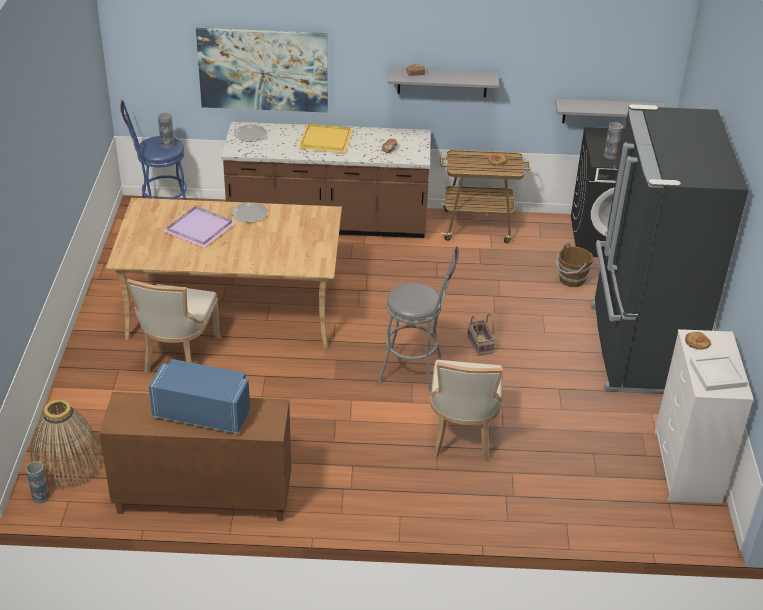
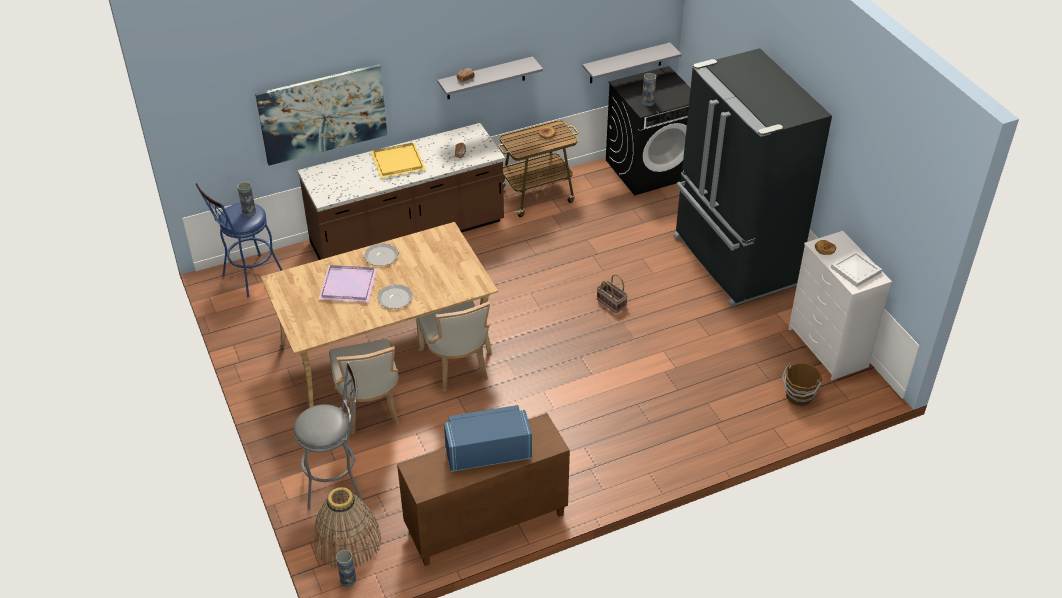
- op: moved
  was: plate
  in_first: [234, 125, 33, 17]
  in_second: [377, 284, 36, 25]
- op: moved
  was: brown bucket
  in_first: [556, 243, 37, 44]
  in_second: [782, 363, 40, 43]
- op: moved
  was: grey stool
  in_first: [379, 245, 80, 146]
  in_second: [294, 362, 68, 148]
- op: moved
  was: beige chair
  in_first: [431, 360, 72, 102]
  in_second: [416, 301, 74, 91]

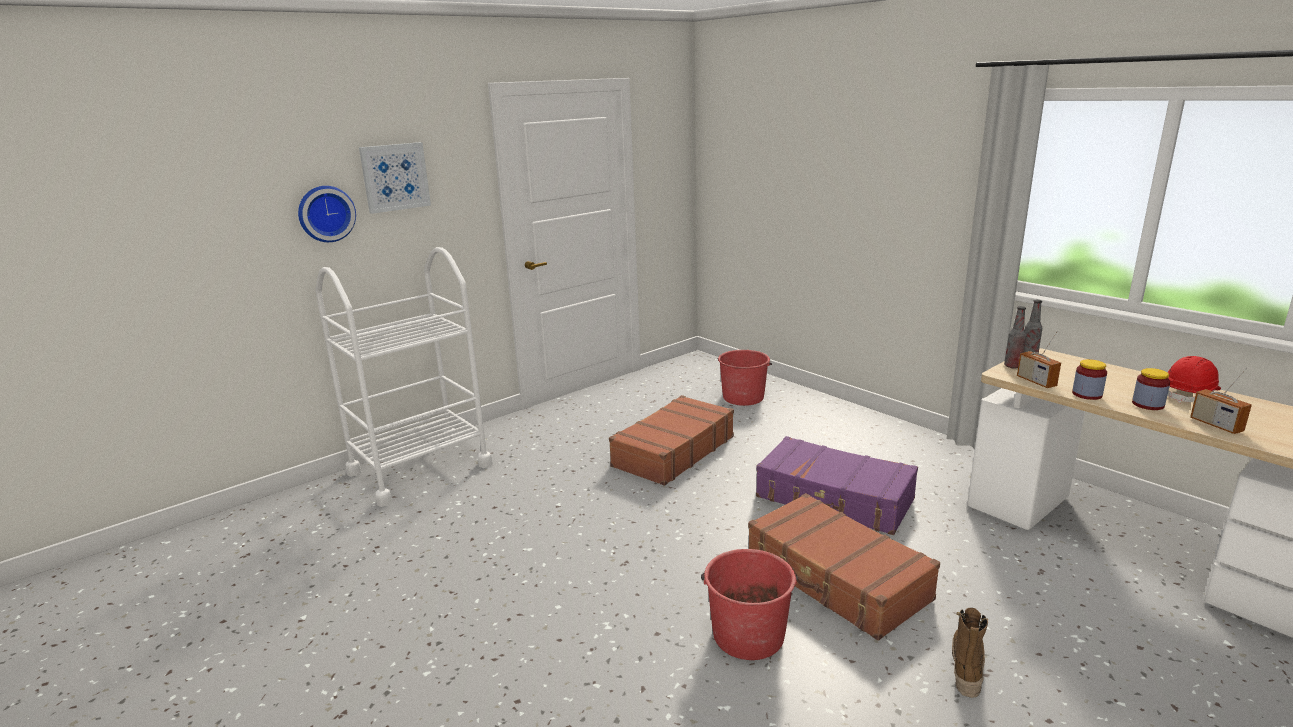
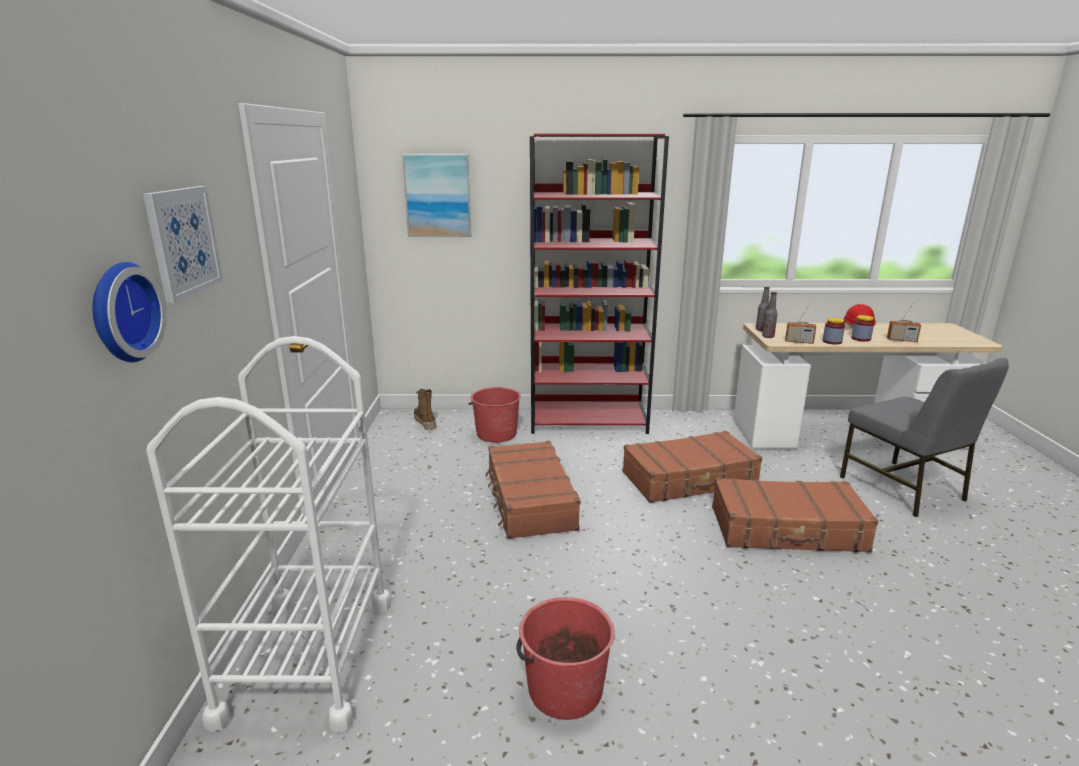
- op: recoloured
  was: purple suitcase
  now: brown suitcase
  in_first: [756, 436, 162, 99]
  in_second: [622, 431, 140, 72]
- op: moved
  was: red bucket
  in_first: [701, 549, 97, 111]
  in_second: [516, 597, 99, 123]
- op: moved
  was: boot
  in_first: [952, 608, 36, 90]
  in_second: [414, 389, 22, 41]
- op: added
  now: red bookcase
  in_second: [530, 134, 139, 300]
- op: added
  now: picture
  in_second: [402, 154, 69, 83]
- op: added
  now: grey chair
  in_second: [840, 358, 169, 159]

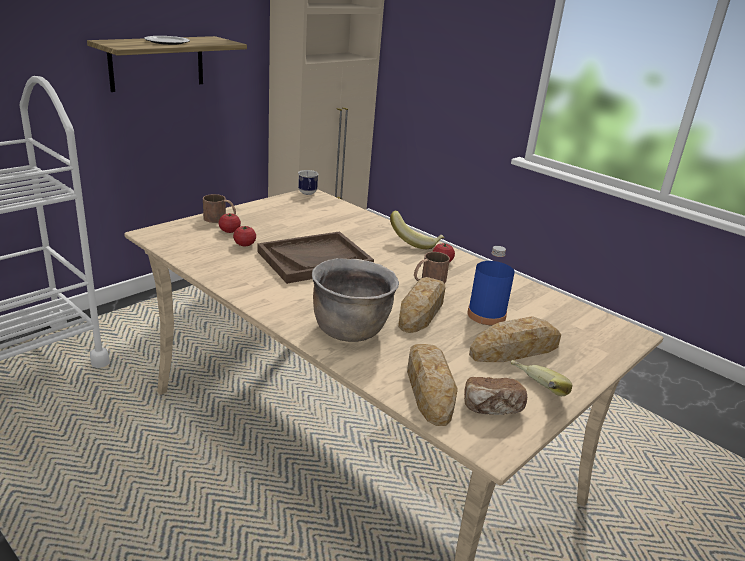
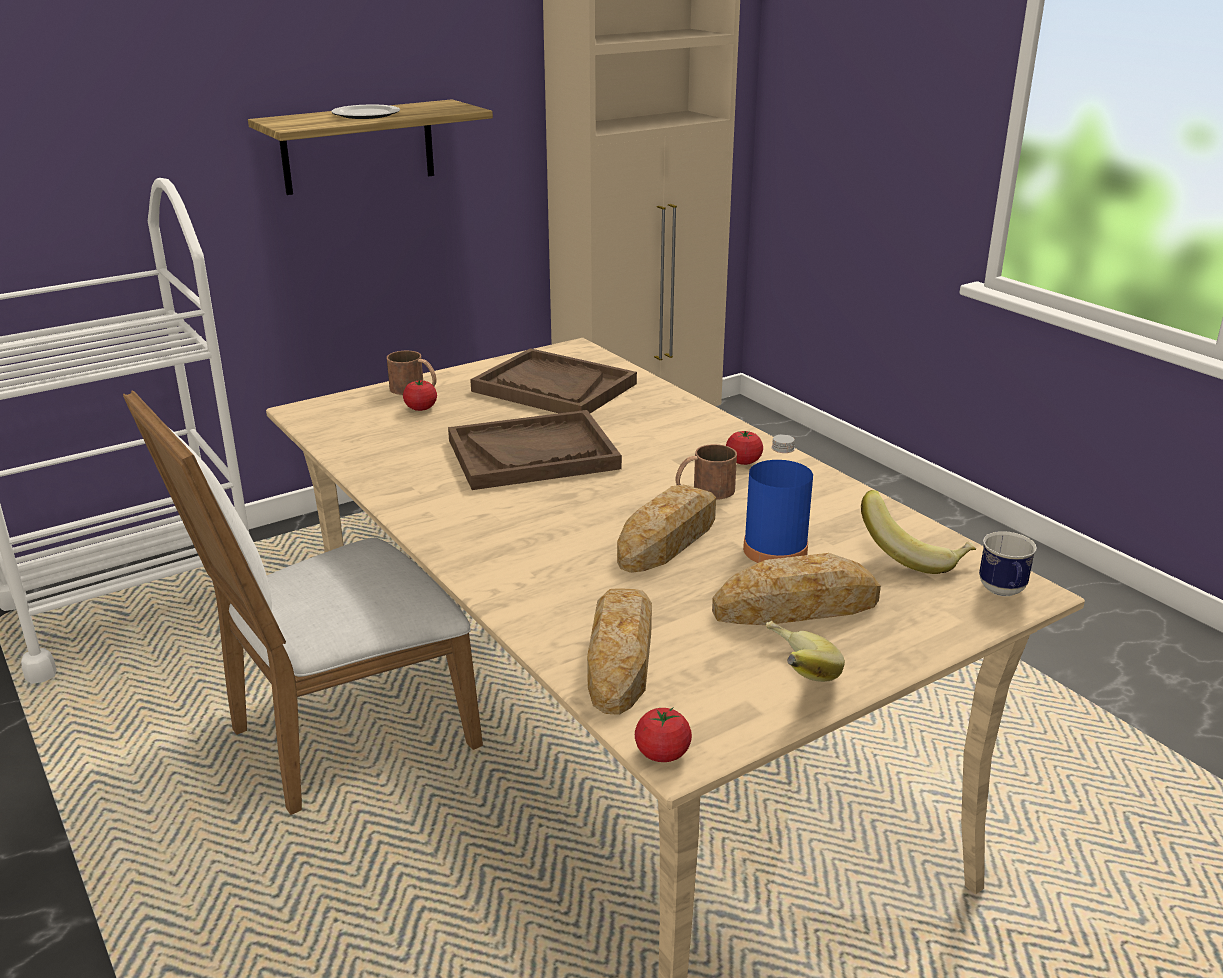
- op: moved
  was: mug
  in_first: [298, 170, 21, 25]
  in_second: [979, 531, 58, 65]
- op: moved
  was: banana
  in_first: [390, 211, 55, 38]
  in_second: [861, 490, 115, 84]
- op: moved
  was: tomato
  in_first: [233, 226, 23, 20]
  in_second: [635, 707, 57, 55]
- op: removed
  was: brown cooking pot
  in_first: [312, 258, 87, 84]
- op: removed
  was: bread
  in_first: [464, 377, 63, 38]
- op: added
  now: brown tray
  in_second: [470, 348, 167, 65]
- op: added
  now: white chair
  in_second: [123, 390, 360, 425]

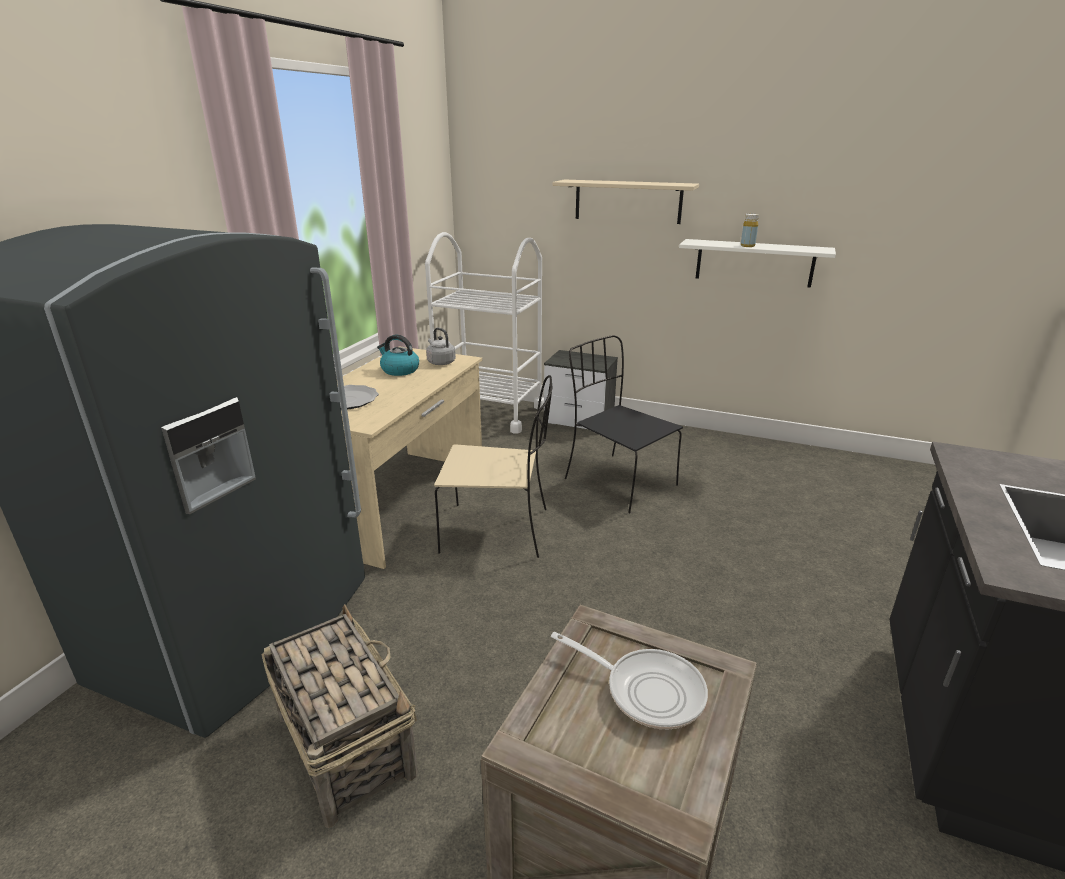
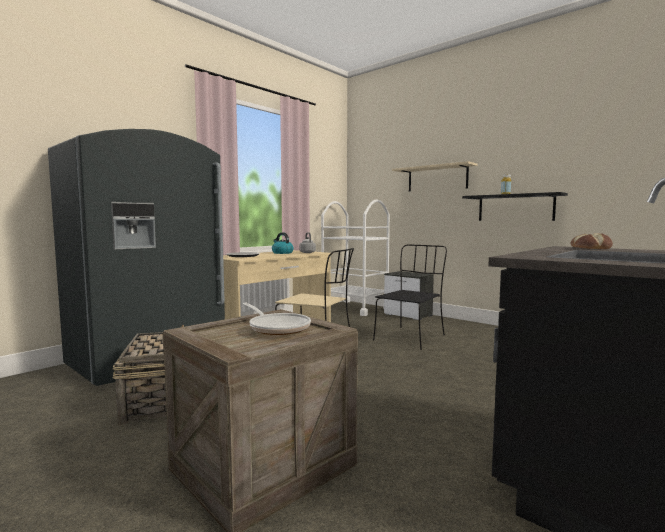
- op: recoloured
  was: white shelf
  now: black shelf
  in_first: [679, 239, 157, 49]
  in_second: [462, 192, 106, 29]
- op: turned
  was: black chair
  in_first: [565, 335, 118, 178]
  in_second: [373, 244, 74, 106]
  clockwise: 60
- op: added
  now: bread
  in_second: [571, 233, 42, 16]

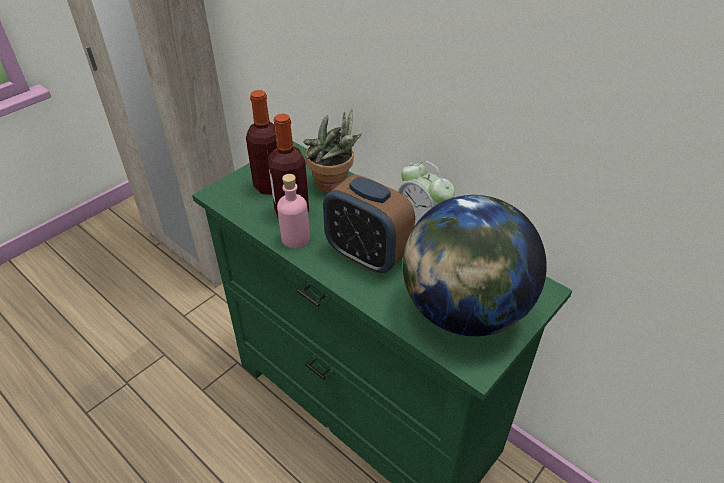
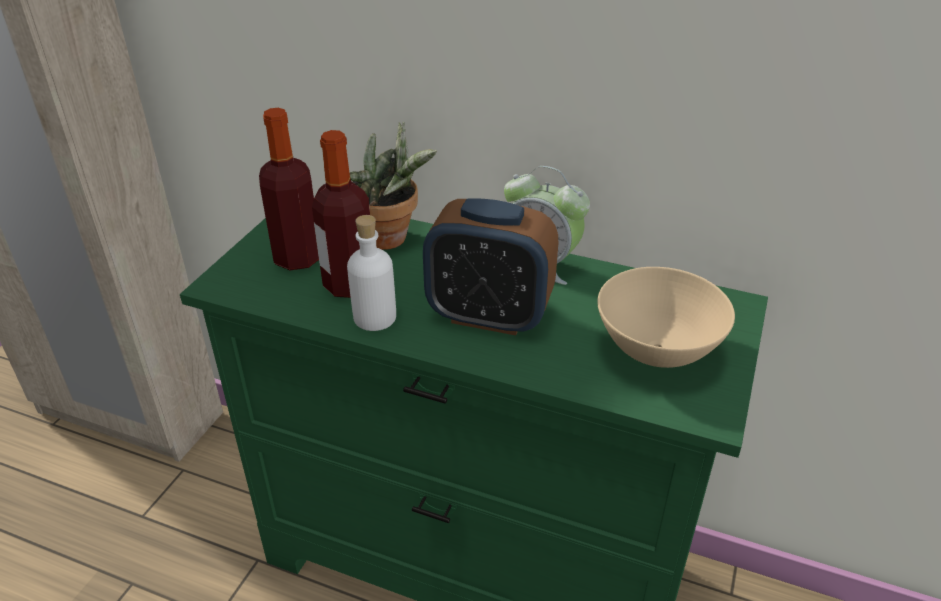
- op: recoloured
  was: pink bottle
  now: white bottle
  in_first: [277, 174, 33, 74]
  in_second: [347, 215, 49, 116]
- op: replaced
  was: globe
  now: beige bowl
  in_first: [403, 195, 144, 141]
  in_second: [597, 267, 138, 101]

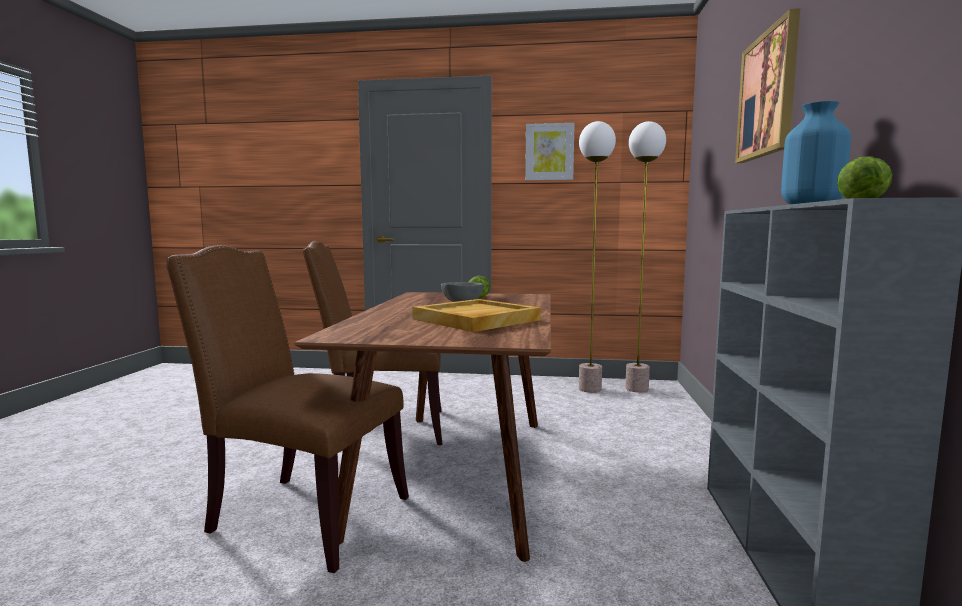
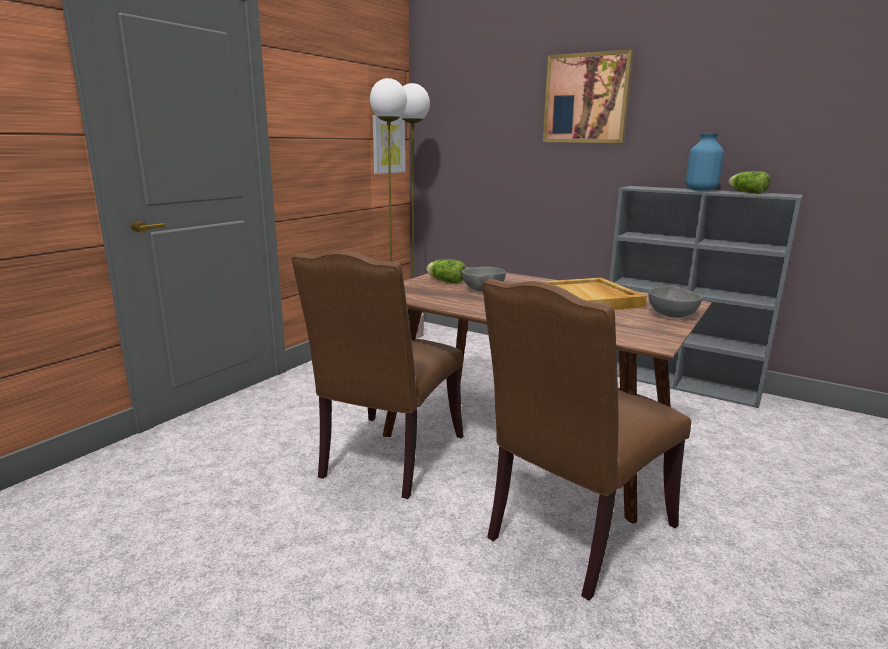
- op: moved
  was: picture
  in_first: [525, 123, 50, 57]
  in_second: [373, 115, 32, 59]
- op: added
  now: grey bowl
  in_second: [648, 286, 54, 32]

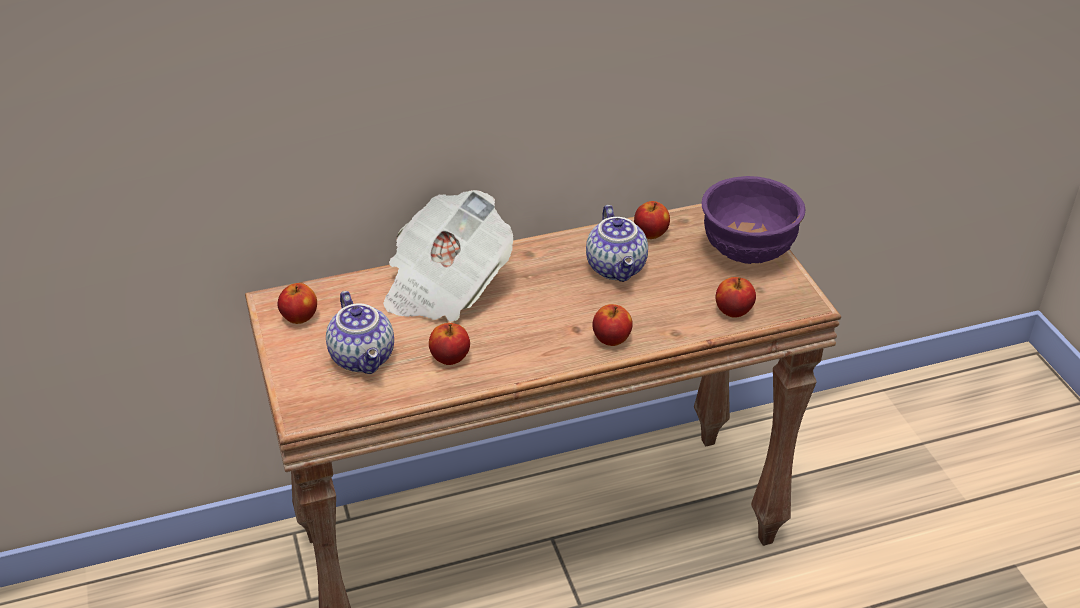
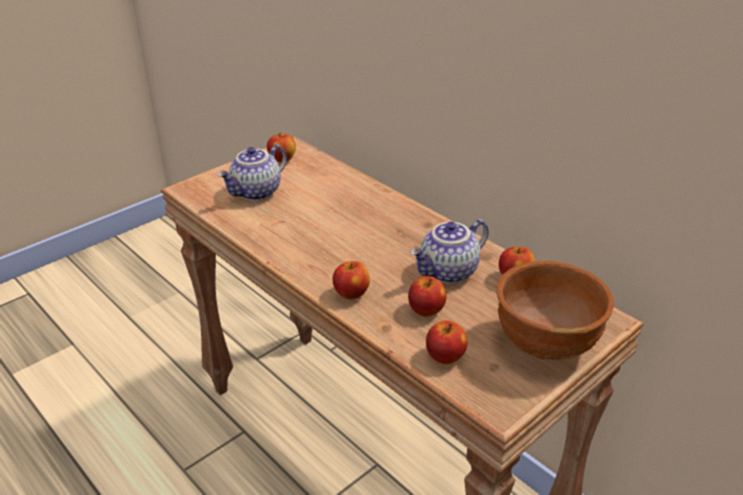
- op: recoloured
  was: purple bowl
  now: brown bowl
  in_first: [701, 176, 104, 88]
  in_second: [497, 261, 117, 99]
- op: removed
  was: newspaper
  in_first: [383, 190, 130, 132]
- op: moved
  was: apple
  in_first: [429, 323, 41, 42]
  in_second: [408, 276, 39, 41]

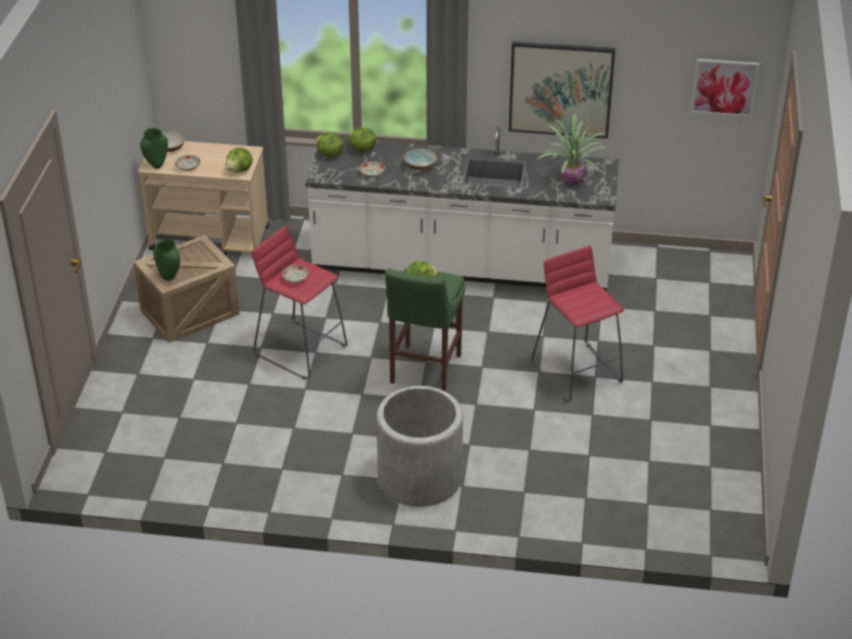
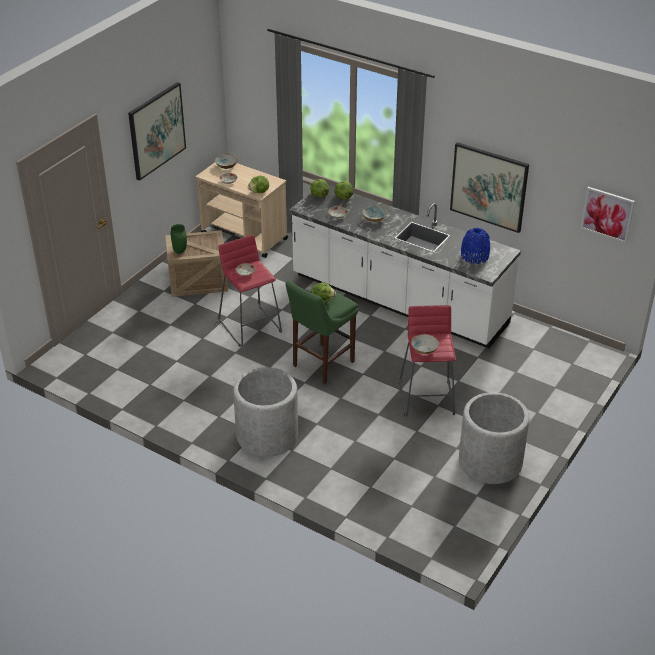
- op: replaced
  was: potted plant
  now: blue vase
  in_first: [537, 114, 69, 71]
  in_second: [461, 228, 29, 36]
- op: removed
  was: green vase
  in_first: [140, 128, 28, 41]
- op: added
  now: picture
  in_second: [128, 82, 58, 99]
- op: added
  now: bowl
  in_second: [411, 334, 28, 20]
- op: added
  now: grey planter
  in_second: [459, 392, 70, 92]

